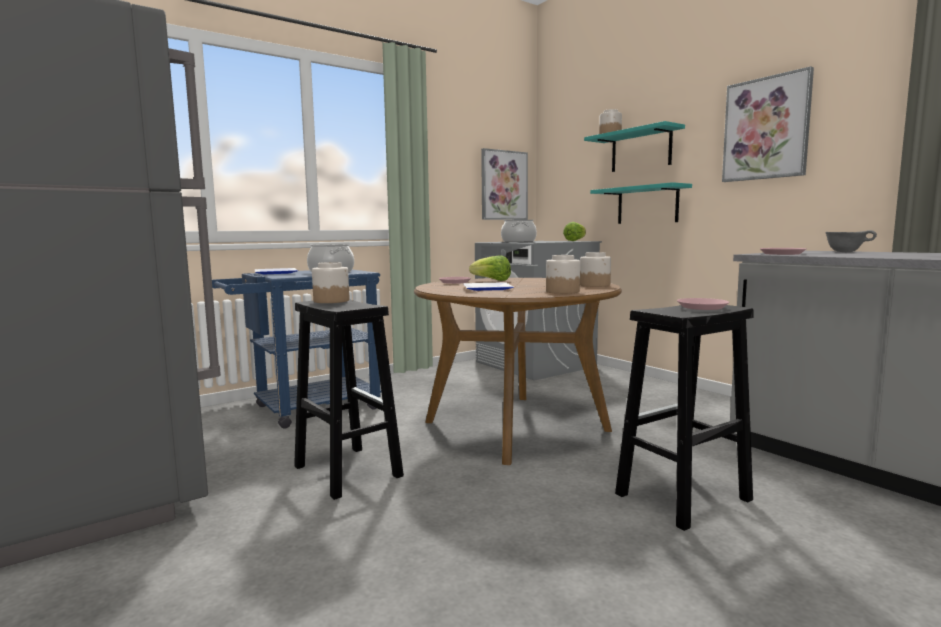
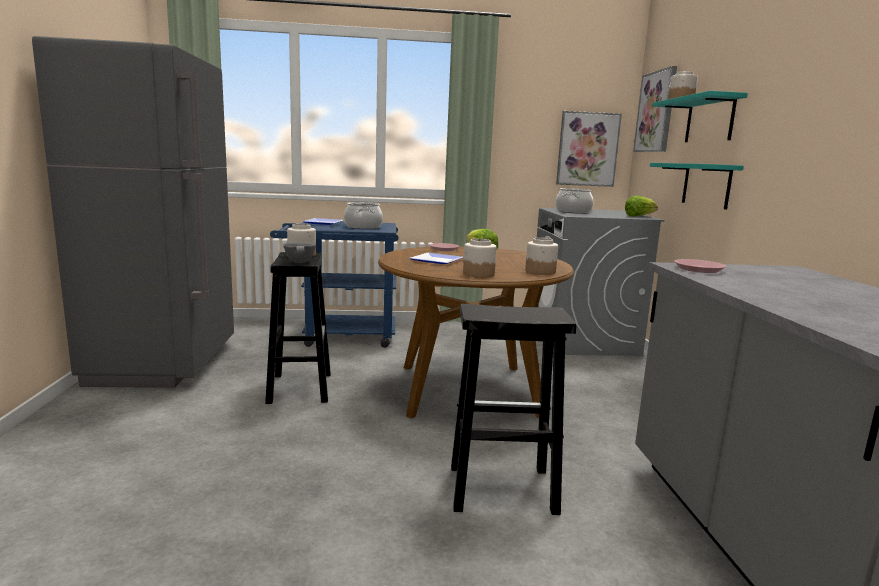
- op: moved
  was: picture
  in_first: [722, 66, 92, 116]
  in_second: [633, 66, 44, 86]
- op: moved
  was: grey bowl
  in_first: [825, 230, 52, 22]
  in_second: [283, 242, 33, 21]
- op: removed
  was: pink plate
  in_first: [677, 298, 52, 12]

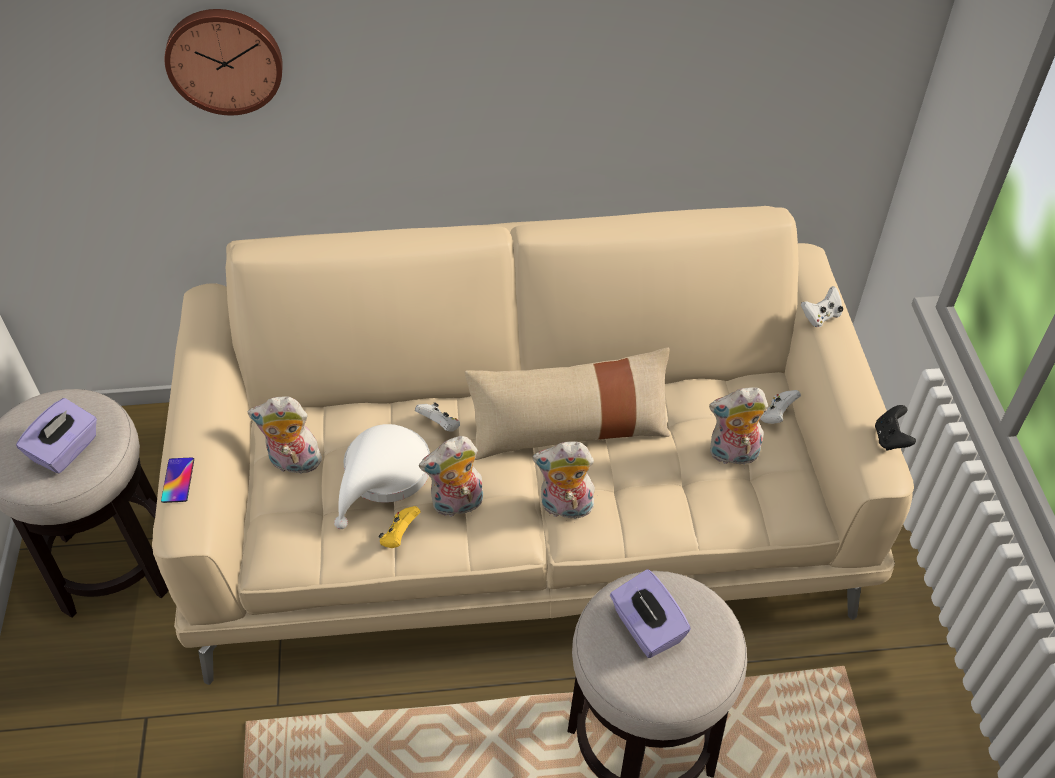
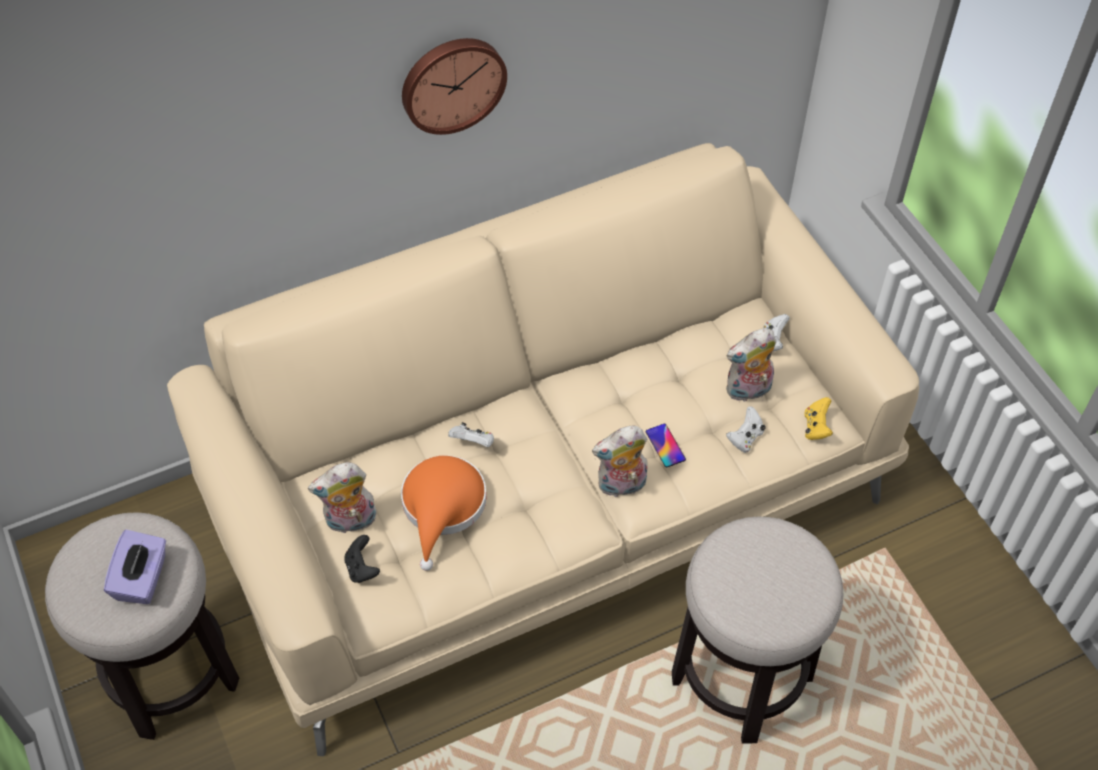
- op: moved
  was: wall clock
  in_first: [165, 9, 118, 106]
  in_second: [402, 38, 105, 97]
- op: moved
  was: white game controller
  in_first: [801, 286, 42, 41]
  in_second: [726, 406, 40, 47]
- op: removed
  was: beige pillow
  in_first: [465, 348, 205, 112]
- op: moved
  was: black game controller
  in_first: [875, 405, 41, 45]
  in_second: [345, 535, 35, 48]
- op: recoloured
  was: white hat
  now: orange hat
  in_first: [334, 424, 96, 105]
  in_second: [401, 455, 86, 116]
- op: removed
  was: plush toy
  in_first: [419, 436, 64, 81]
- op: moved
  was: phone
  in_first: [161, 458, 33, 45]
  in_second: [646, 424, 40, 44]
- op: moved
  was: yellow game controller
  in_first: [379, 506, 41, 42]
  in_second: [804, 397, 29, 43]
- op: removed
  was: purple tissue box
  in_first: [610, 569, 81, 89]

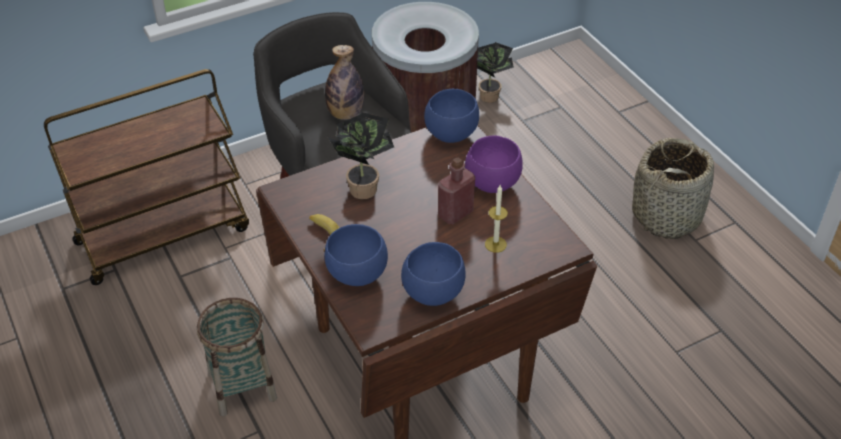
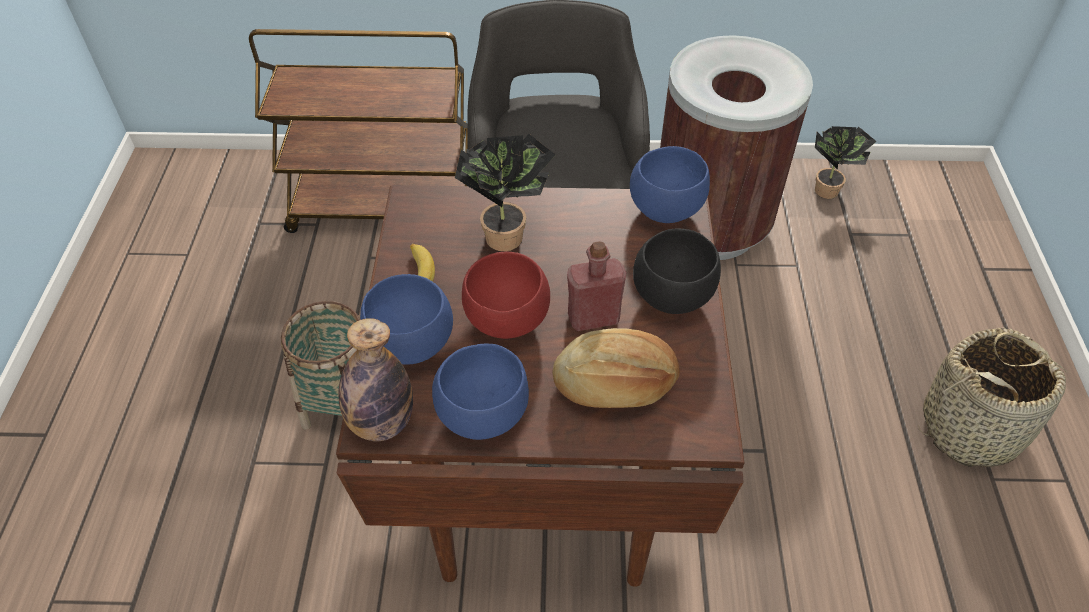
- op: moved
  was: bottle
  in_first: [325, 45, 39, 75]
  in_second: [339, 318, 74, 123]
- op: recoloured
  was: purple bowl
  now: black bowl
  in_first: [465, 135, 58, 58]
  in_second: [633, 228, 88, 86]
- op: replaced
  was: candle
  now: bread
  in_first: [485, 185, 23, 68]
  in_second: [552, 328, 128, 80]
- op: added
  now: red bowl
  in_second: [462, 252, 88, 87]

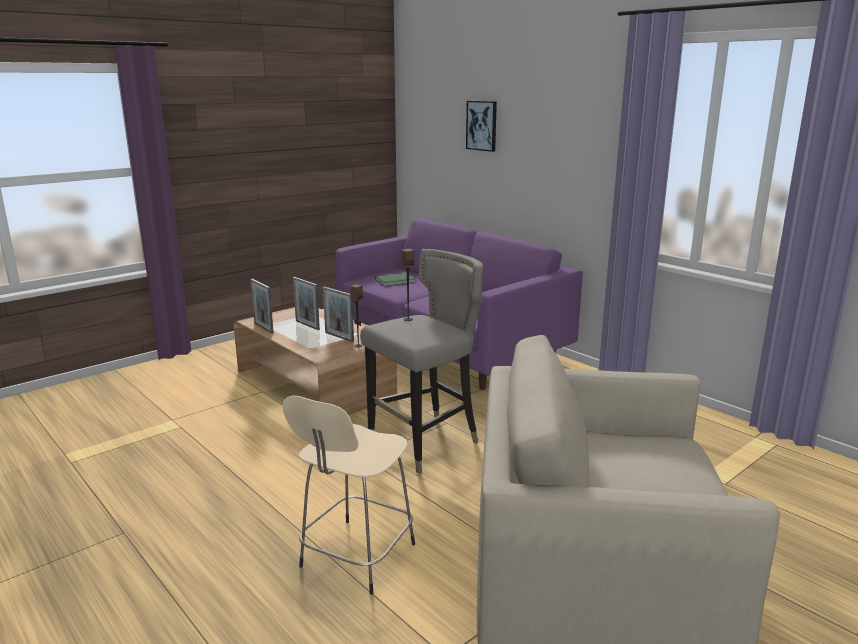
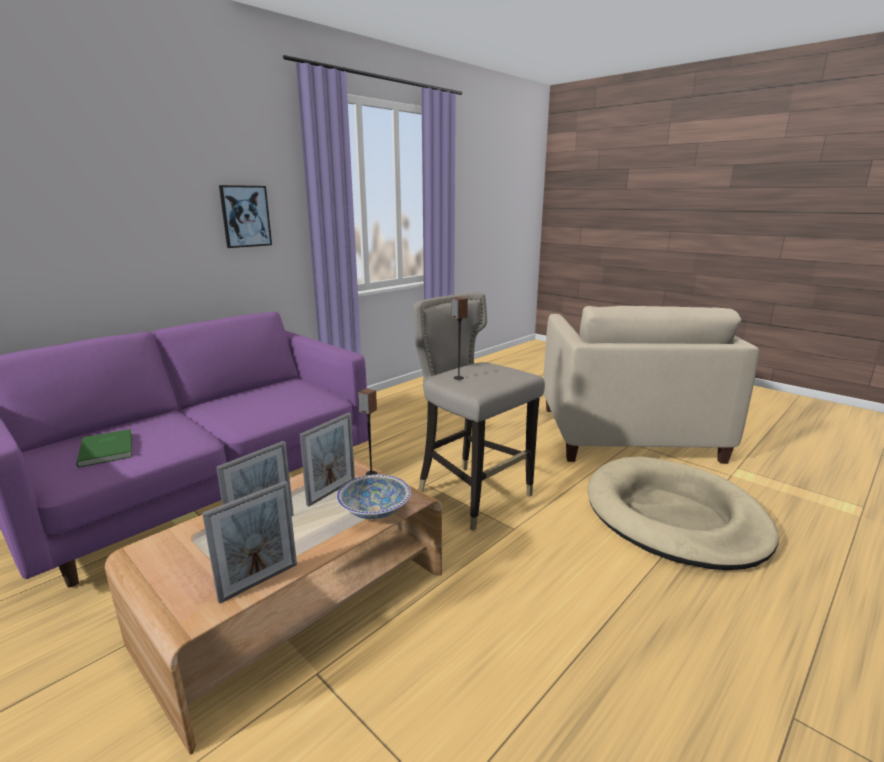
- op: moved
  was: picture
  in_first: [466, 101, 31, 51]
  in_second: [219, 185, 53, 63]
- op: replaced
  was: beige stool
  now: beige dog bed
  in_first: [282, 396, 133, 199]
  in_second: [588, 456, 191, 114]
- op: added
  now: bowl
  in_second: [337, 474, 74, 45]

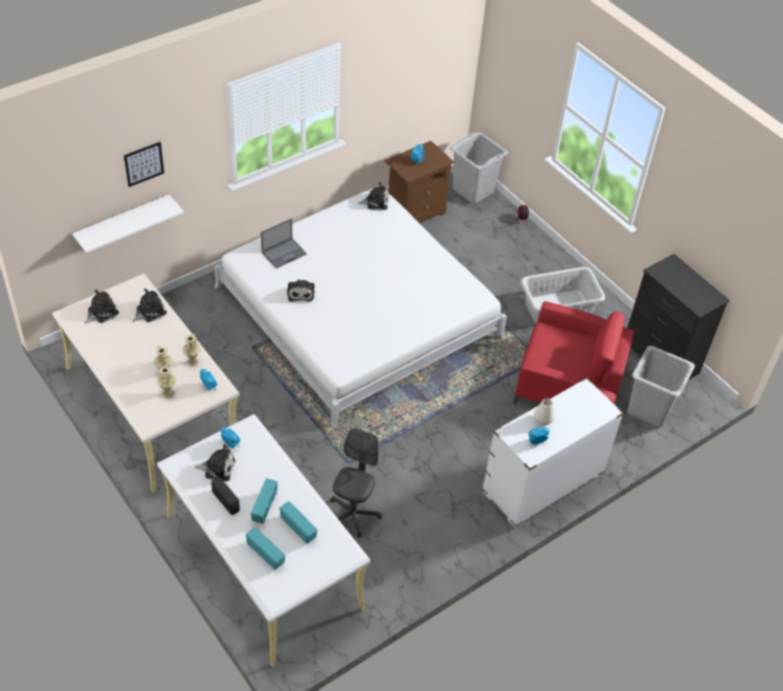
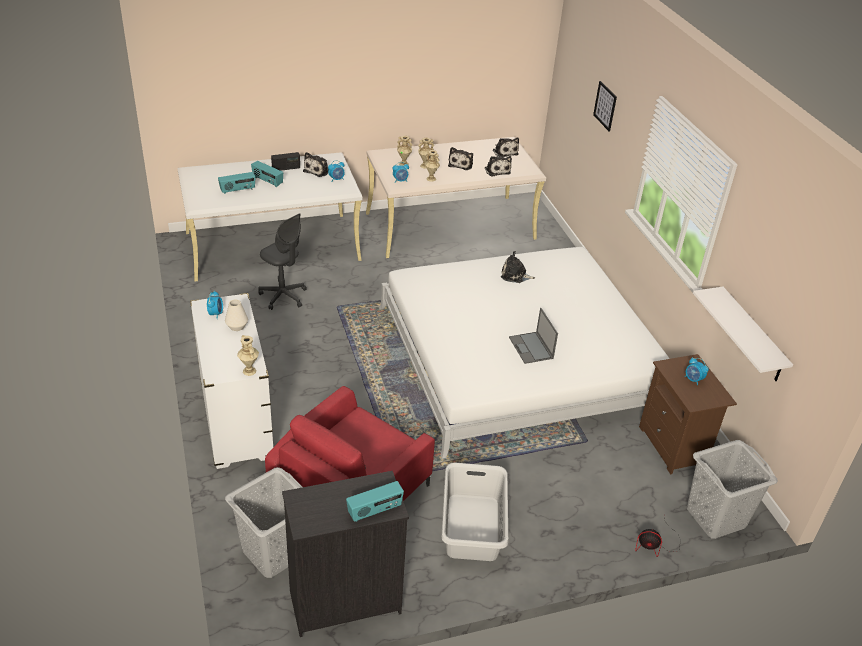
- op: moved
  was: plush toy
  in_first: [358, 182, 30, 29]
  in_second: [448, 147, 25, 23]
- op: moved
  was: white shelf
  in_first: [72, 195, 112, 58]
  in_second: [693, 287, 100, 94]
- op: moved
  was: laptop
  in_first: [261, 218, 46, 51]
  in_second: [509, 308, 49, 56]
- op: moved
  was: radio
  in_first: [246, 527, 39, 43]
  in_second: [346, 481, 58, 41]
- op: added
  now: beige vase
  in_second: [237, 335, 22, 41]

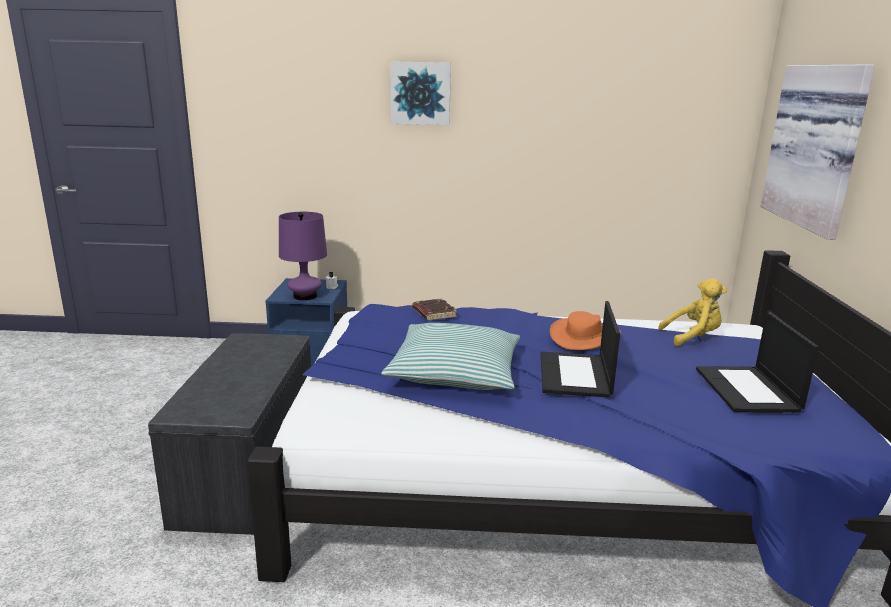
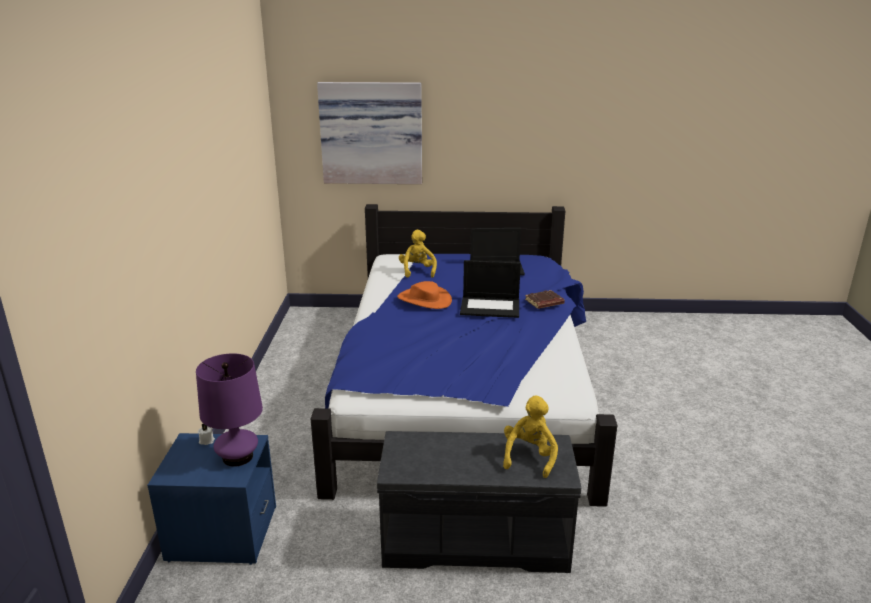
- op: removed
  was: picture
  in_first: [390, 61, 61, 64]
- op: moved
  was: brown book
  in_first: [412, 299, 45, 22]
  in_second: [525, 290, 40, 19]
- op: removed
  was: pillow
  in_first: [381, 323, 139, 67]
- op: added
  now: yellow plush toy
  in_second: [503, 395, 55, 83]

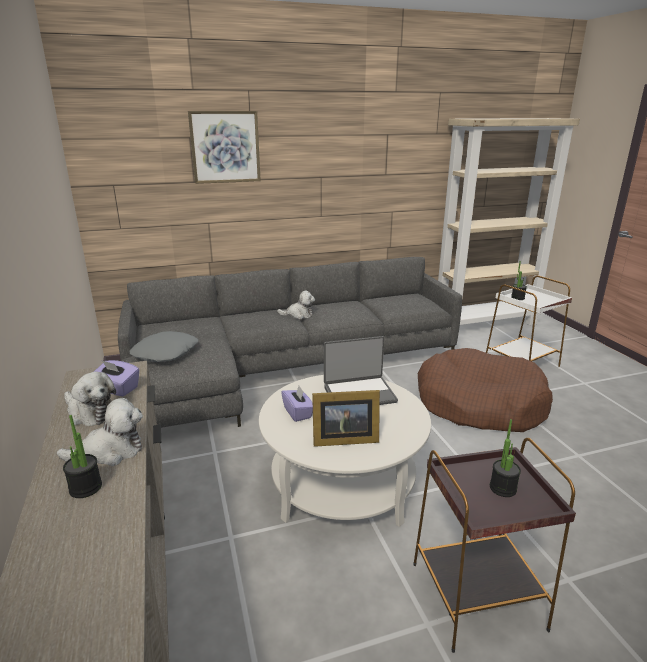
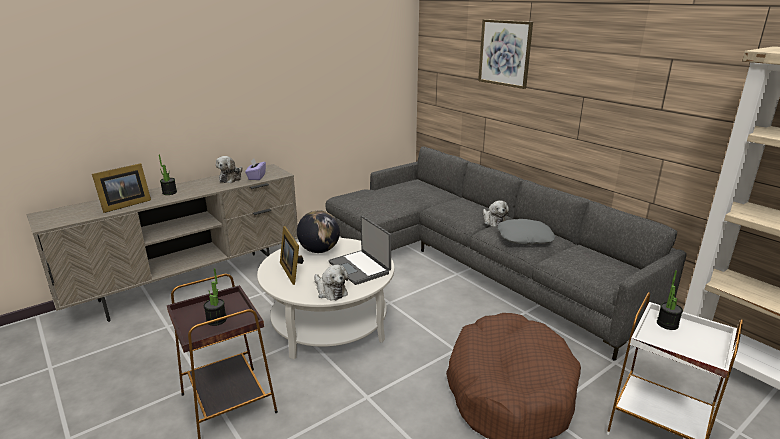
- op: moved
  was: grey pillow
  in_first: [129, 331, 69, 31]
  in_second: [498, 219, 57, 26]
- op: replaced
  was: purple tissue box
  now: globe
  in_first: [281, 386, 32, 36]
  in_second: [297, 210, 43, 43]
- op: moved
  was: plush toy
  in_first: [56, 398, 87, 68]
  in_second: [314, 265, 34, 35]
- op: added
  now: picture frame
  in_second: [92, 163, 59, 50]

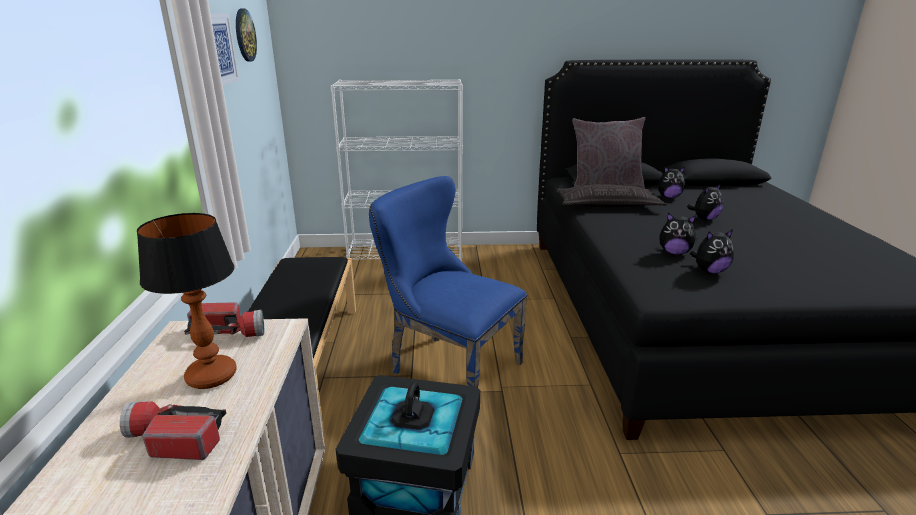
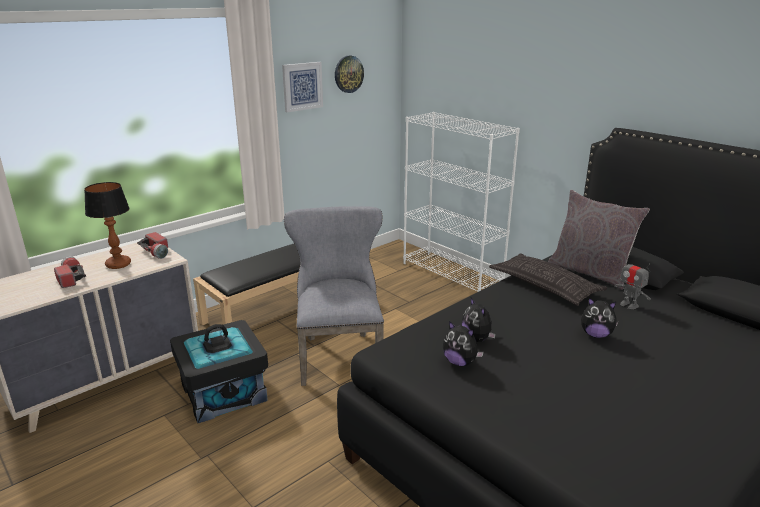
- op: replaced
  was: plush toy
  now: toy robot
  in_first: [658, 167, 27, 31]
  in_second: [614, 254, 37, 55]
- op: recoloured
  was: blue chair
  now: grey chair
  in_first: [369, 176, 158, 211]
  in_second: [284, 206, 100, 180]

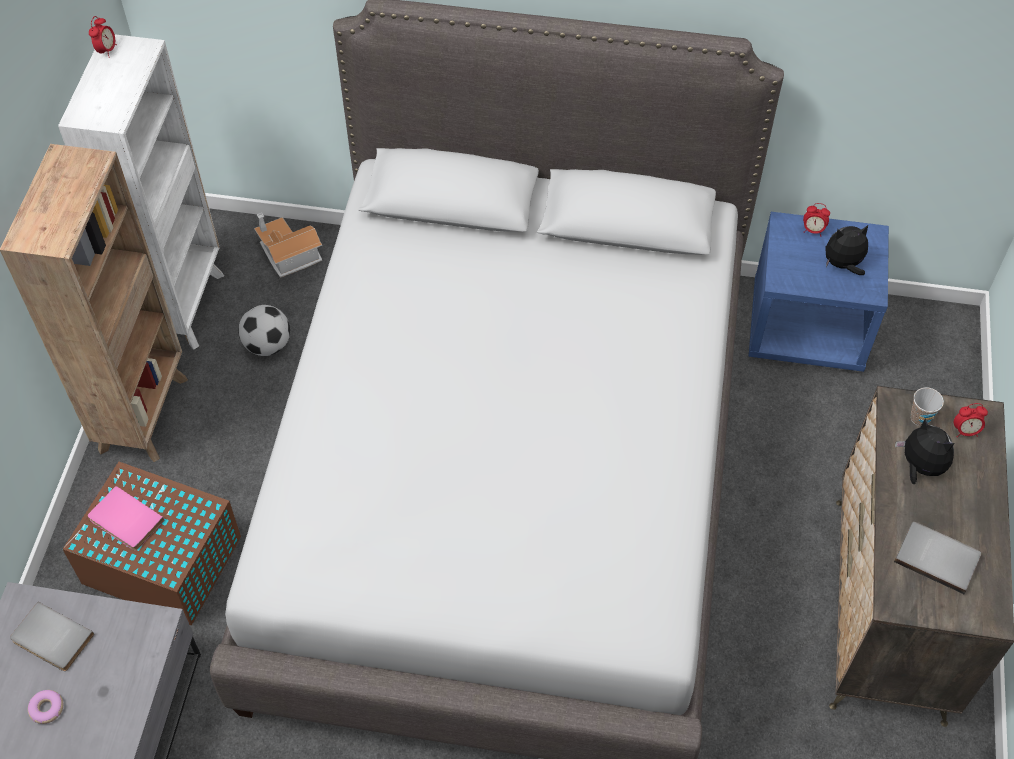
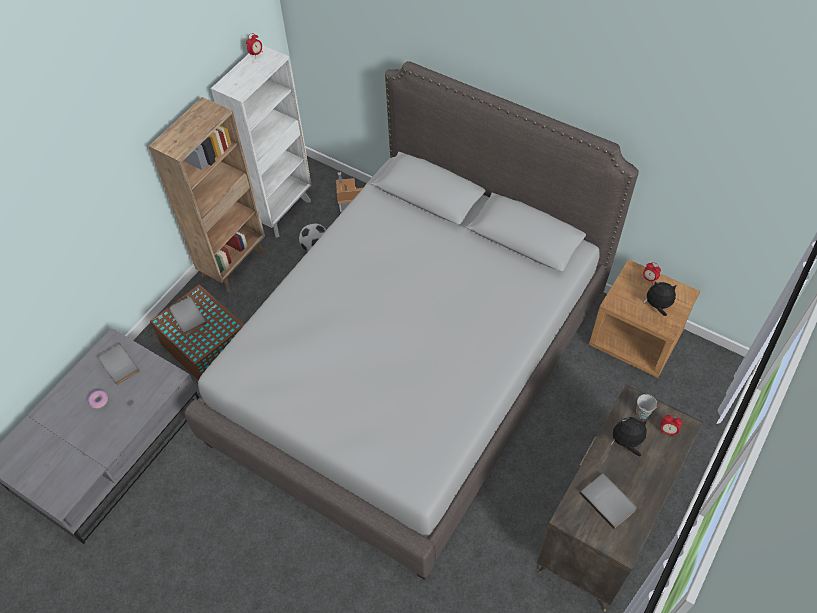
- op: recoloured
  was: blue nightstand
  now: brown nightstand
  in_first: [749, 212, 140, 160]
  in_second: [589, 259, 111, 119]
- op: turned
  was: plush toy
  in_first: [895, 418, 59, 66]
  in_second: [611, 417, 36, 39]
  clockwise: -75
- op: recoloured
  was: pink book
  now: grey book
  in_first: [88, 486, 77, 65]
  in_second: [169, 297, 38, 38]

